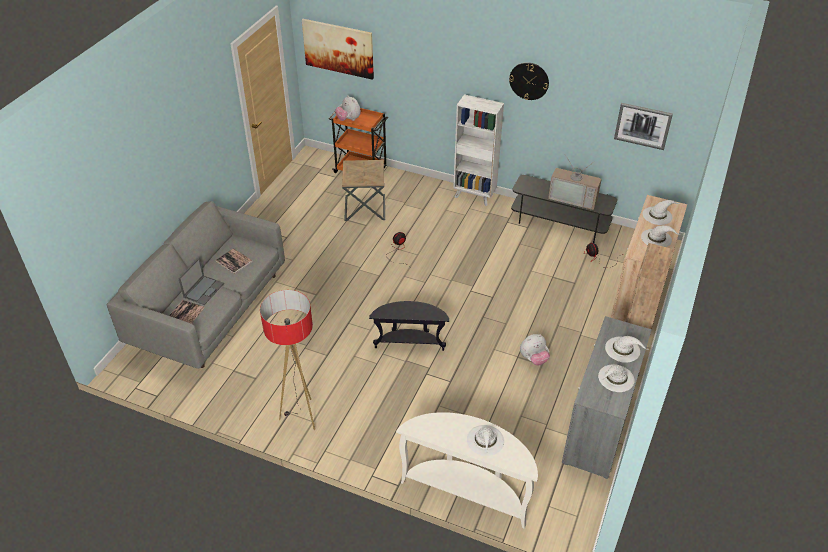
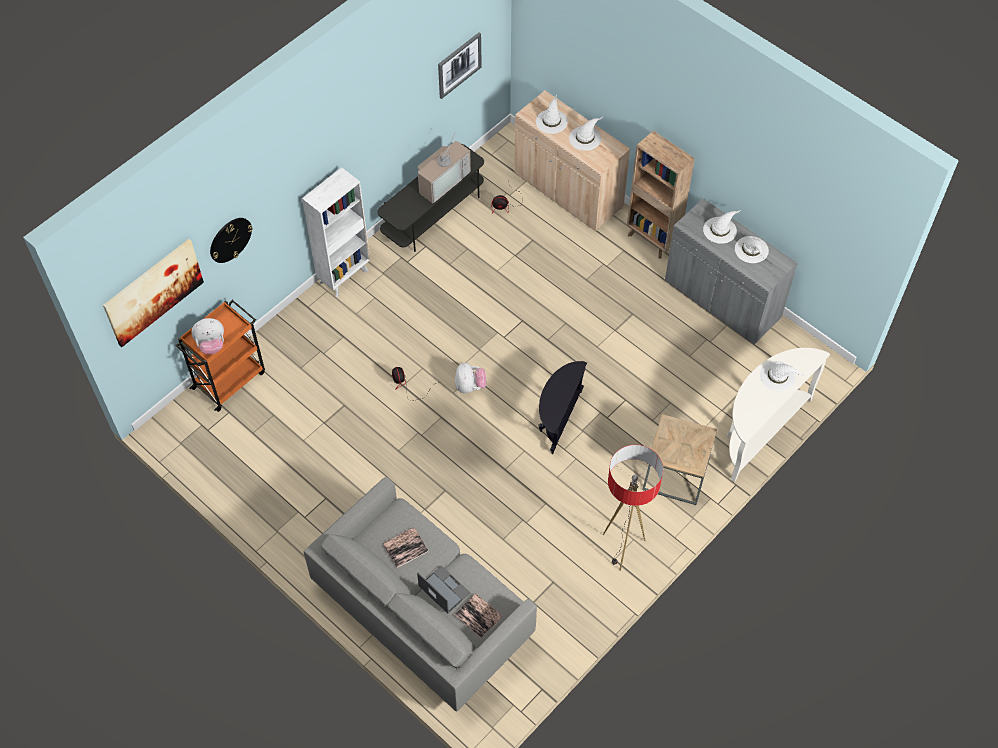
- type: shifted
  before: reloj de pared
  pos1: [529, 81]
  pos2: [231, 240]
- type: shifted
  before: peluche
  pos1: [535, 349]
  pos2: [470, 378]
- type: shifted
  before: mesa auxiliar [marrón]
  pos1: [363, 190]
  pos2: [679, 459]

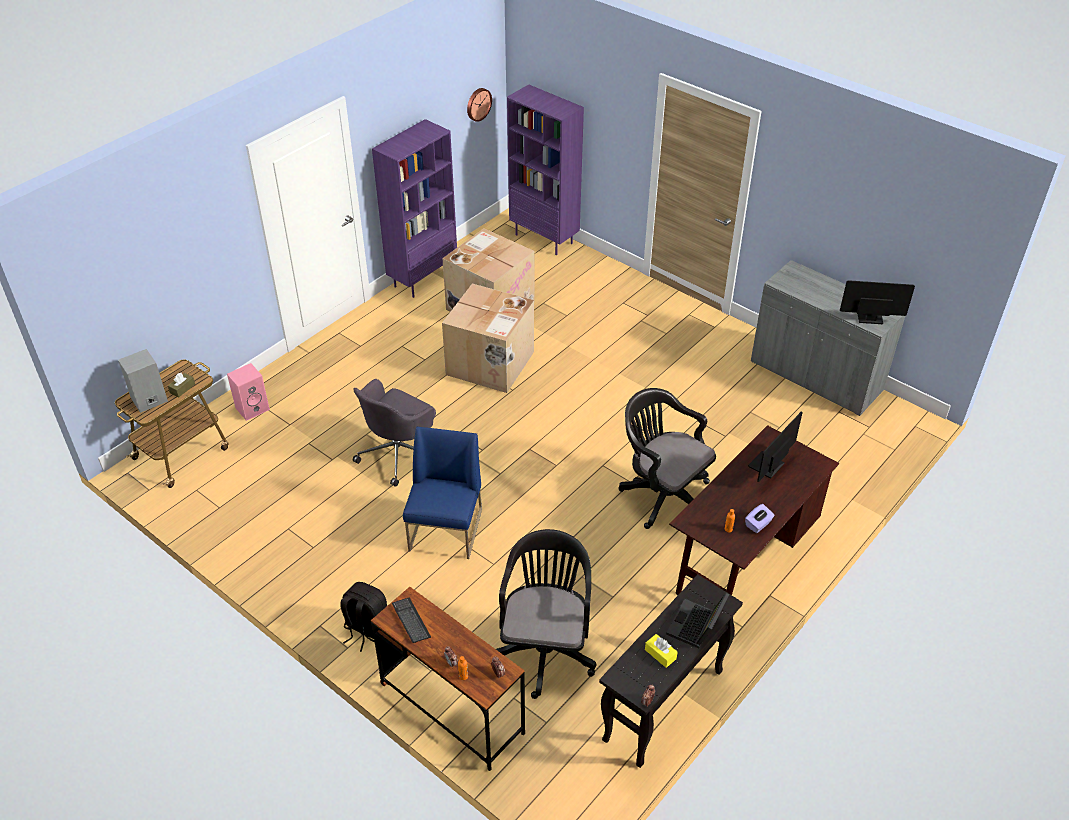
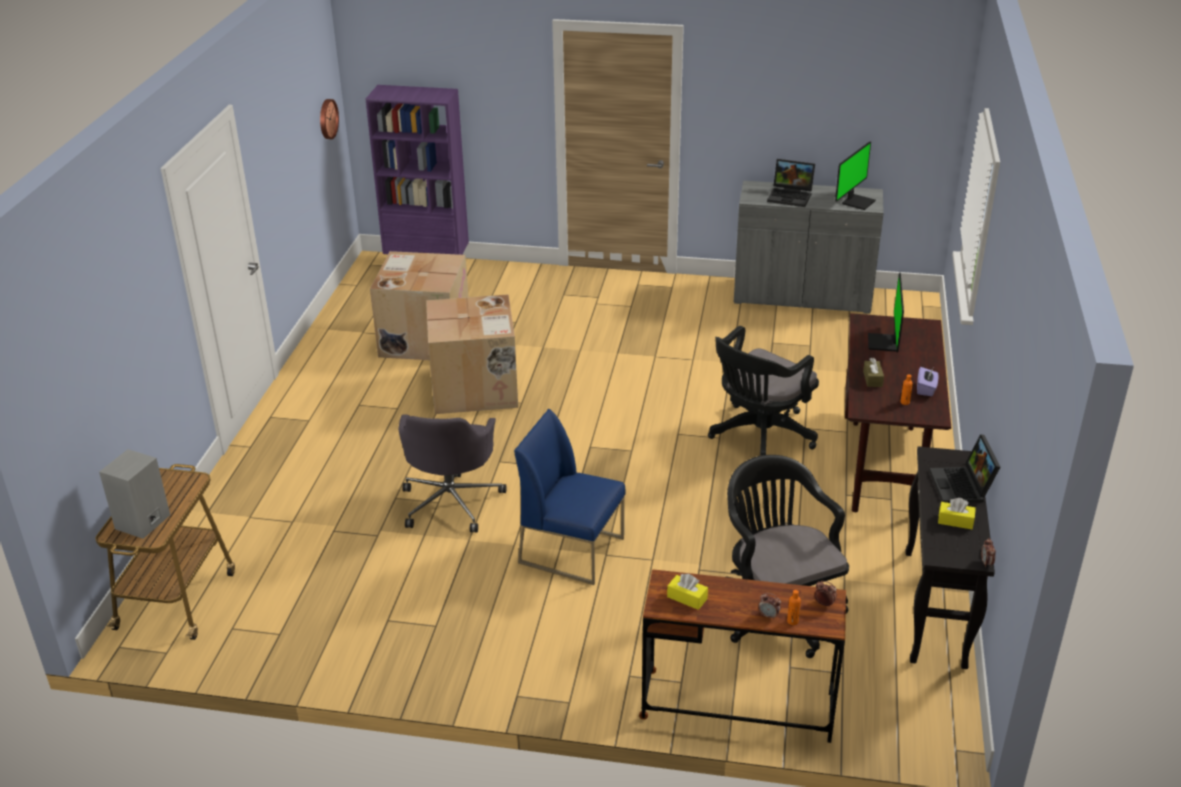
- type: rotated
  before: silla [azul]
  pos1: [442, 492]
  pos2: [569, 497]
  turn: -45
- type: swapped
  before: teclado
  after: caja de pañuelos [amarillo]
  pos1: [411, 620]
  pos2: [687, 592]
- type: rotated
  before: silla de oficina [negro]
  pos1: [667, 458]
  pos2: [763, 391]
  turn: -60
- type: new
  after: portátil
  pos2: [791, 183]
- type: rotated
  before: monitor
  pos1: [877, 302]
  pos2: [855, 175]
  turn: 150
- type: shifted
  before: caja de pañuelos [marrón]
  pos1: [181, 385]
  pos2: [873, 372]
- type: gone
  before: altavoz [rosa]
  pos1: [248, 392]
- type: gone
  before: mochila [negro]
  pos1: [363, 617]
- type: gone
  before: estantería [morado]
  pos1: [414, 208]

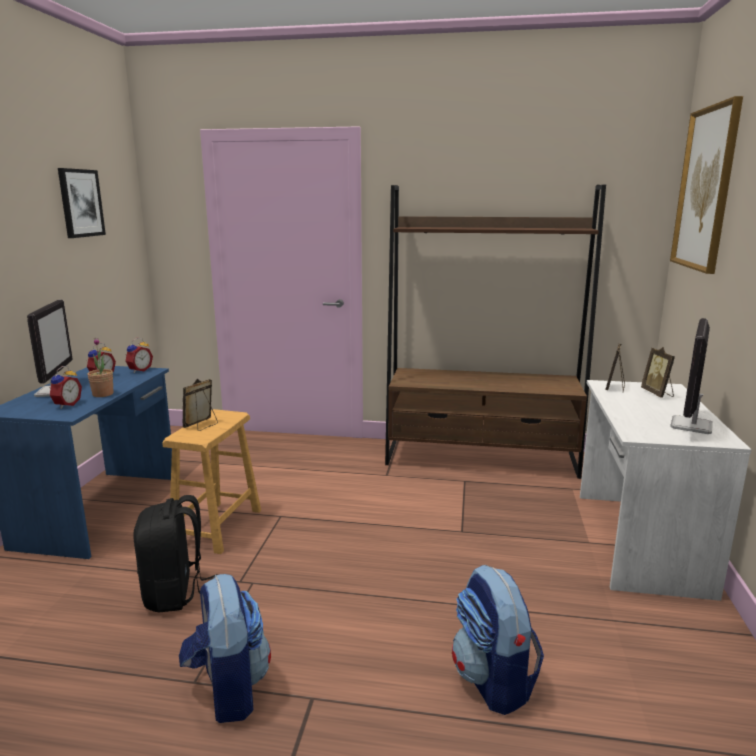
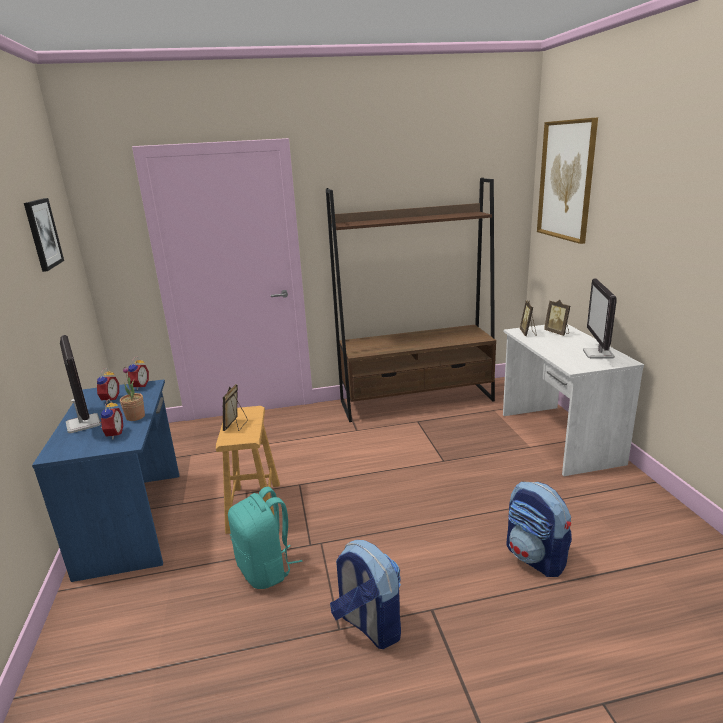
- type: repainted
  before: mochila [negro]
  after: mochila [turquesa]
  pos1: [175, 553]
  pos2: [265, 538]

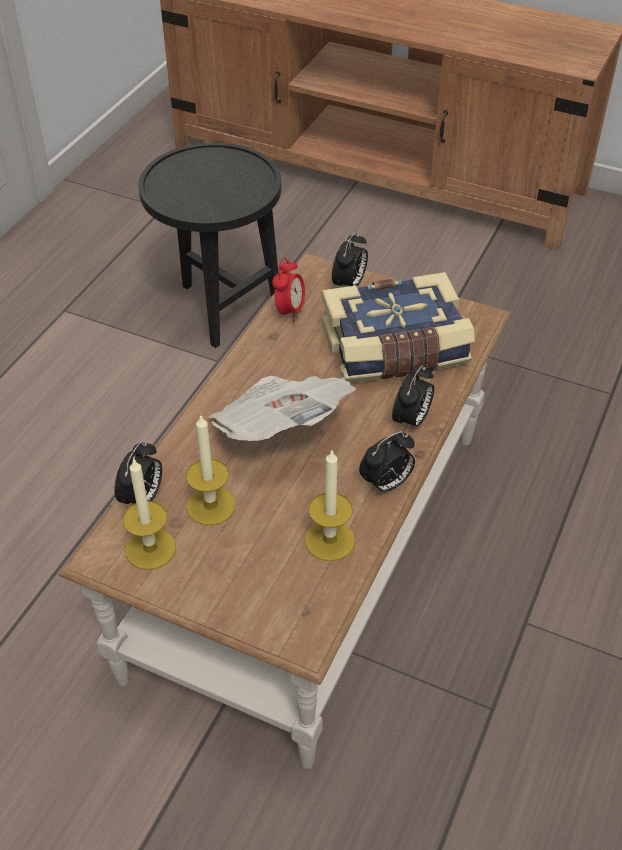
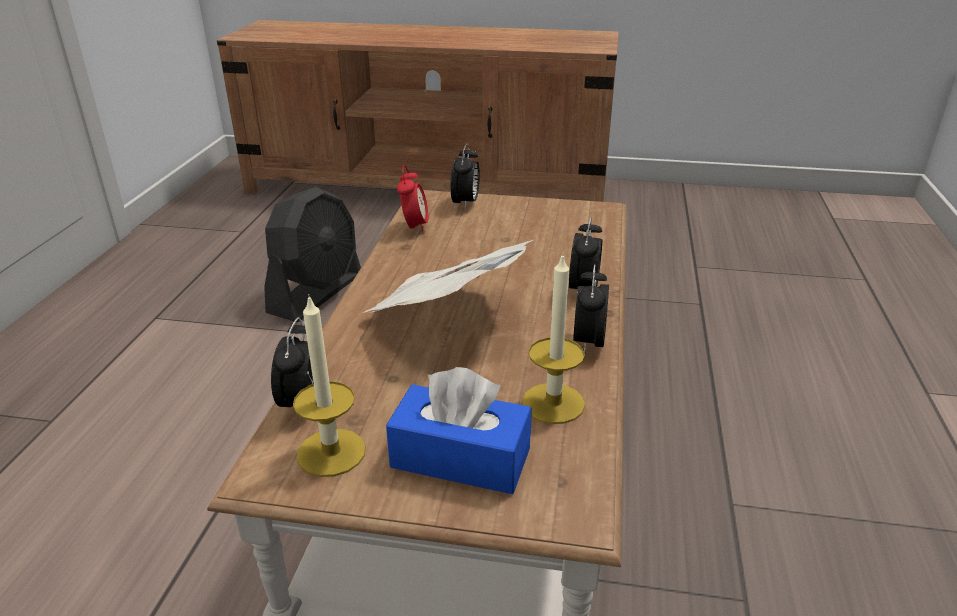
- type: swapped
  before: mesa auxiliar [negro]
  after: ventilador [negro]
  pos1: [209, 245]
  pos2: [312, 254]
- type: new
  after: caja de pañuelos [azul]
  pos2: [459, 430]
- type: rotated
  before: despertador
  pos1: [387, 462]
  pos2: [591, 309]
  turn: 150
- type: gone
  before: vela
  pos1: [210, 470]
- type: gone
  before: libro
  pos1: [398, 327]

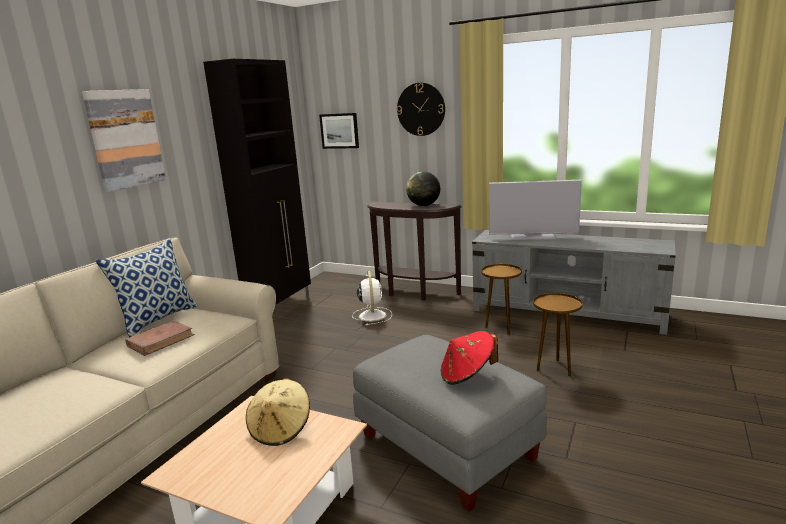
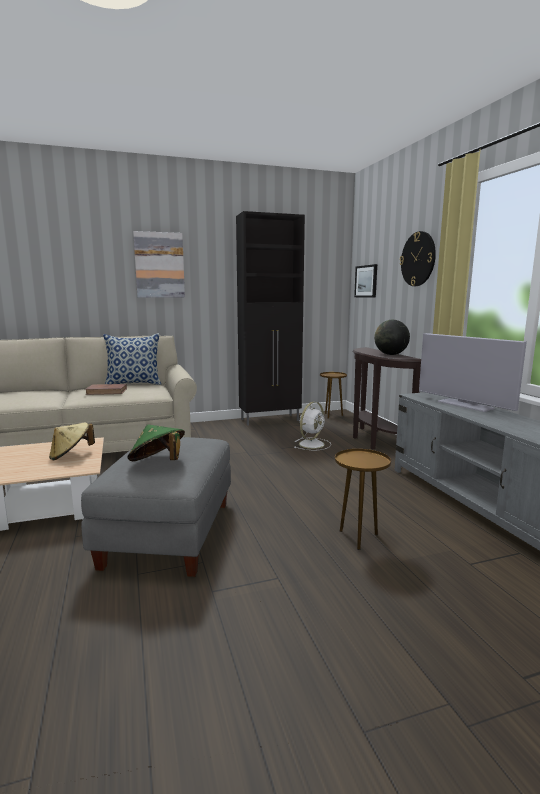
- type: repainted
  before: sombrero [rojo]
  after: sombrero [verde]
  pos1: [469, 358]
  pos2: [156, 442]
- type: shifted
  before: mesa auxiliar [marrón]
  pos1: [501, 299]
  pos2: [333, 395]

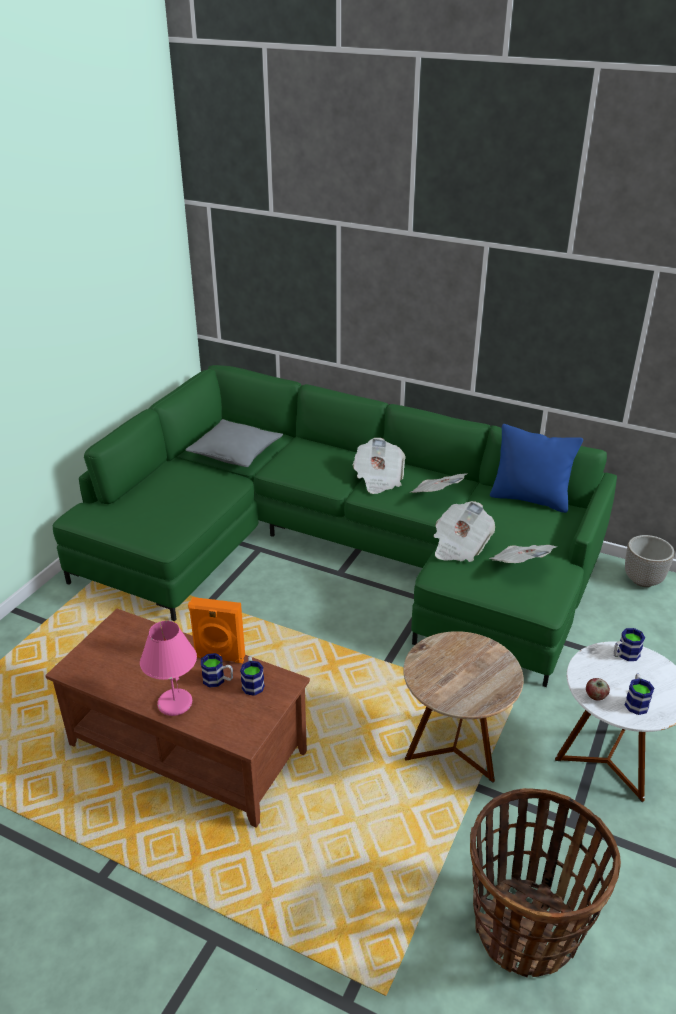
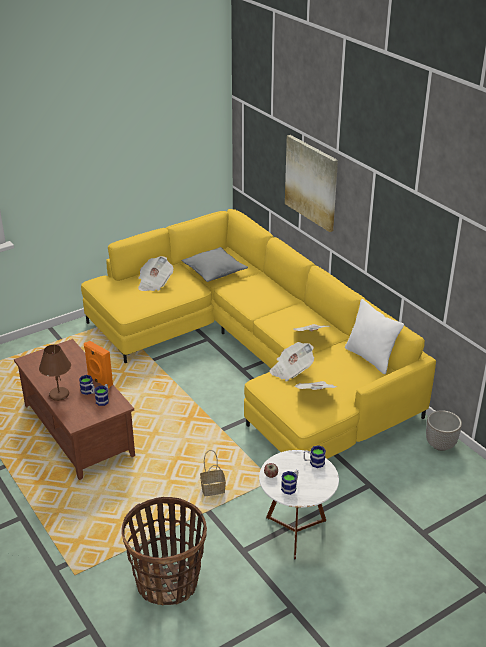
- type: repainted
  before: lámpara de mesa [rosa]
  after: lámpara de mesa [marrón]
  pos1: [168, 668]
  pos2: [55, 373]
- type: repainted
  before: sofá [verde]
  after: sofá [amarillo]
  pos1: [335, 526]
  pos2: [258, 334]
- type: shifted
  before: periódico
  pos1: [379, 466]
  pos2: [155, 273]
- type: swapped
  before: mesa auxiliar [marrón]
  after: cesta
  pos1: [463, 707]
  pos2: [213, 473]
- type: new
  after: cuadro
  pos2: [311, 183]
- type: repainted
  before: cojín [azul]
  after: cojín [blanco]
  pos1: [536, 468]
  pos2: [374, 336]

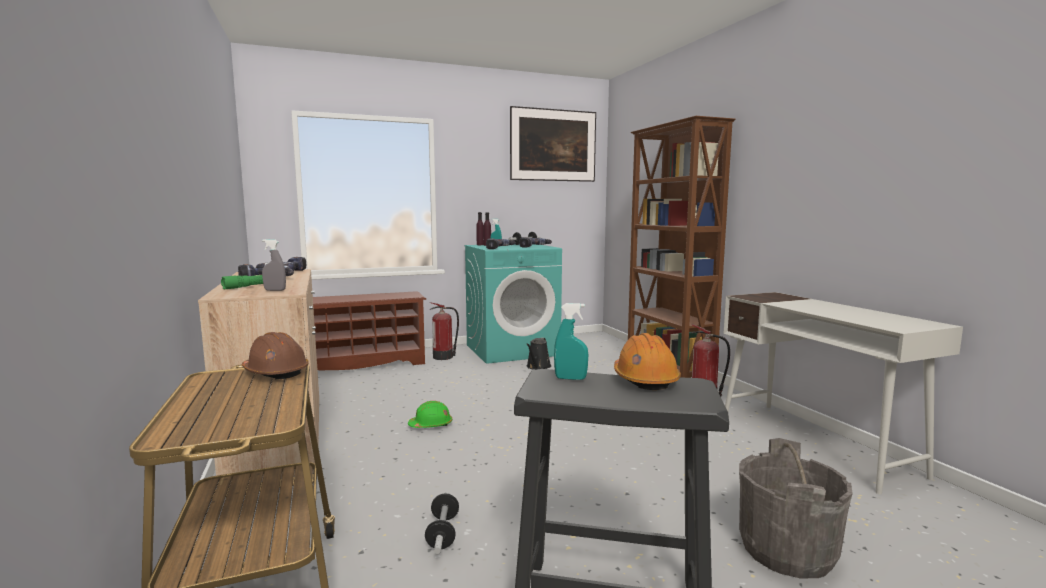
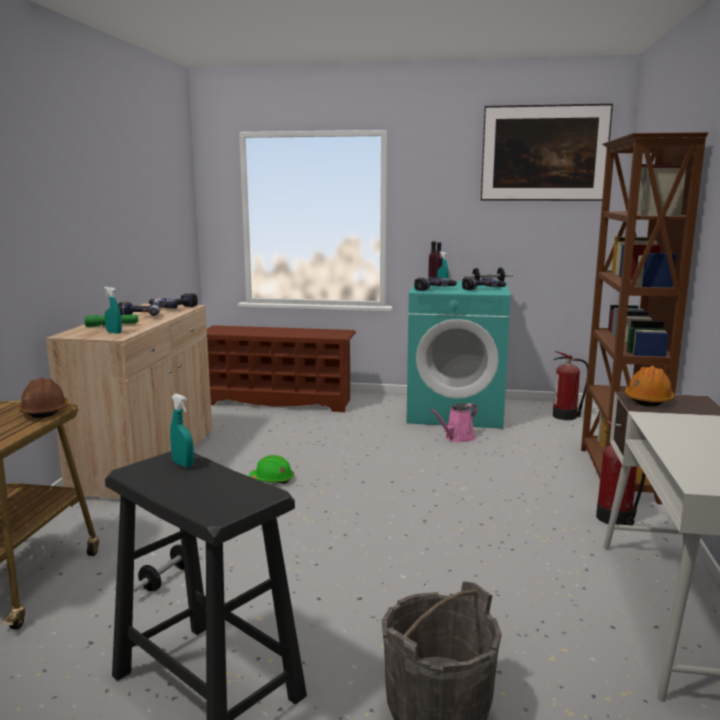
- type: repainted
  before: pulverizador [gris]
  after: pulverizador [turquesa]
  pos1: [274, 265]
  pos2: [113, 310]
- type: repainted
  before: regadera [negro]
  after: regadera [rosa]
  pos1: [538, 354]
  pos2: [453, 422]
- type: shifted
  before: extintor
  pos1: [444, 331]
  pos2: [570, 385]
- type: shifted
  before: casco [naranja]
  pos1: [647, 361]
  pos2: [650, 386]

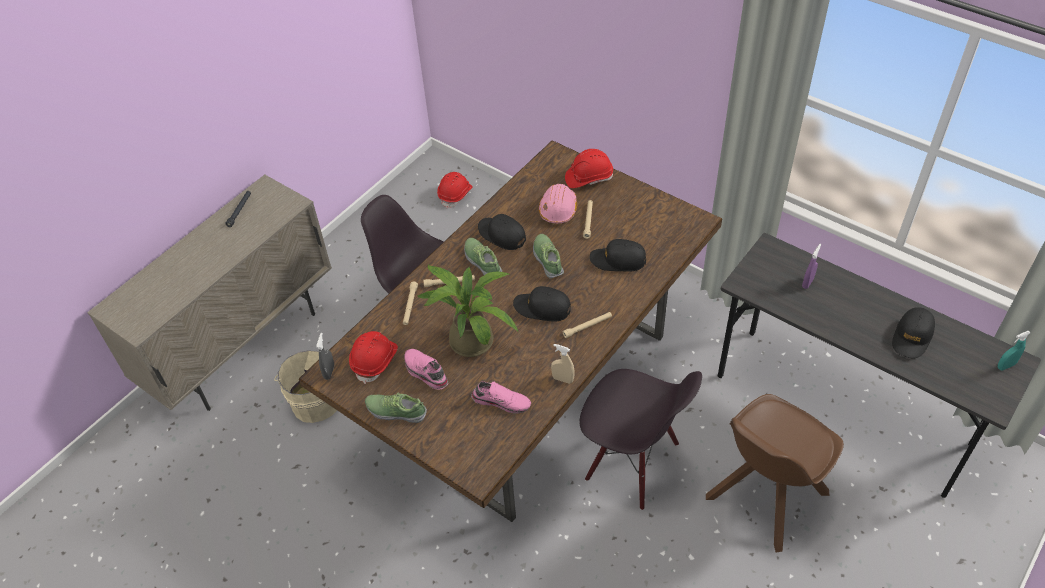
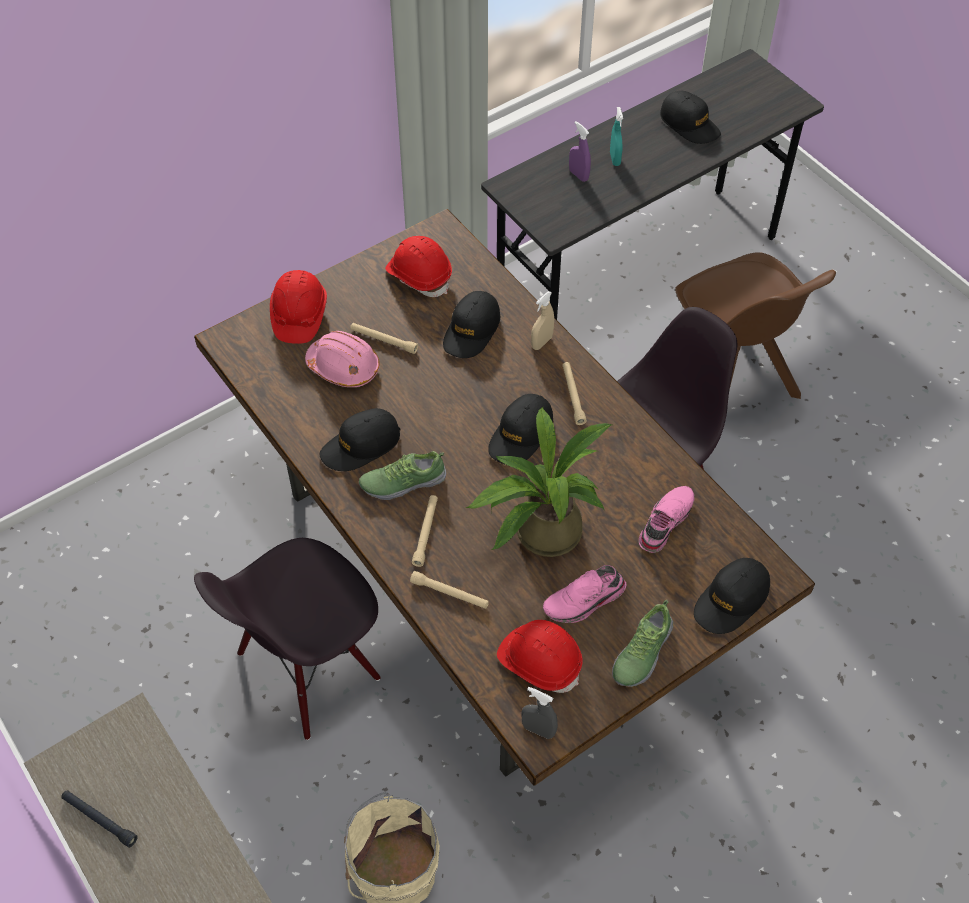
- type: shifted
  before: casco [rojo]
  pos1: [454, 190]
  pos2: [418, 266]
- type: shifted
  before: pulverizador [beis]
  pos1: [563, 364]
  pos2: [542, 320]
- type: shifted
  before: pulverizador [turquesa]
  pos1: [1014, 350]
  pos2: [616, 136]
- type: new
  after: gorra [negro]
  pos2: [732, 596]
- type: gone
  before: zapato
  pos1: [548, 256]

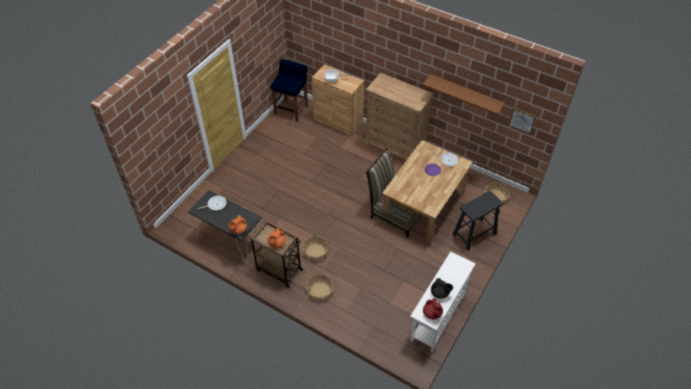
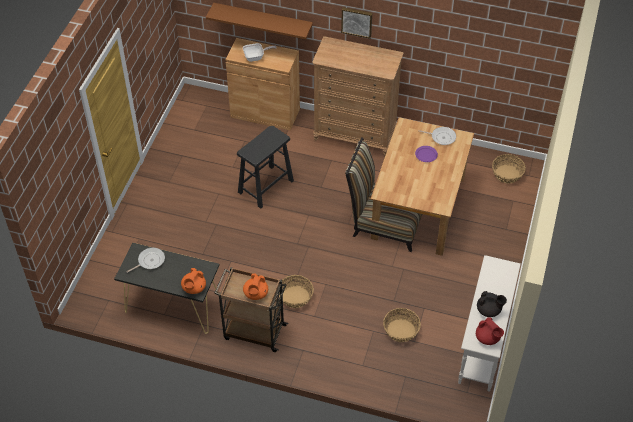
- type: shifted
  before: estante [marrón]
  pos1: [464, 94]
  pos2: [259, 21]
- type: shifted
  before: taburete [negro]
  pos1: [477, 221]
  pos2: [265, 167]
- type: shifted
  before: cuadro
  pos1: [522, 120]
  pos2: [356, 23]
- type: shifted
  before: cesta
  pos1: [319, 287]
  pos2: [402, 325]
- type: gone
  before: taburete [azul]
  pos1: [289, 90]

